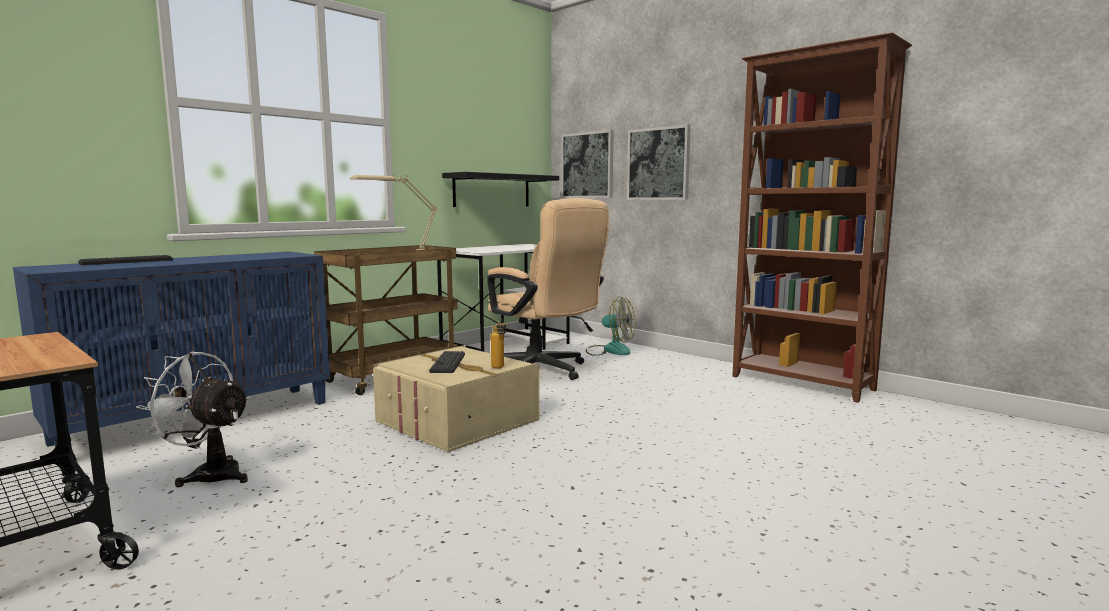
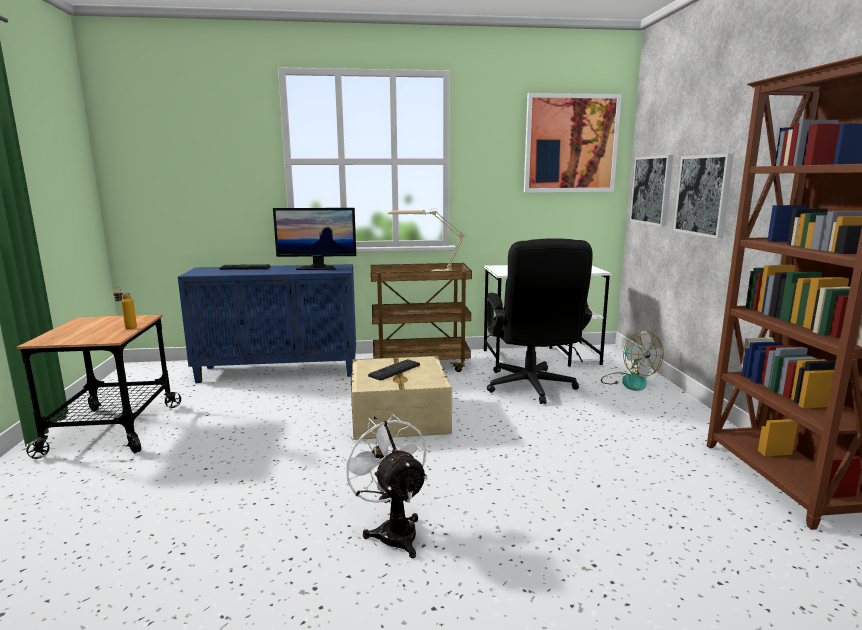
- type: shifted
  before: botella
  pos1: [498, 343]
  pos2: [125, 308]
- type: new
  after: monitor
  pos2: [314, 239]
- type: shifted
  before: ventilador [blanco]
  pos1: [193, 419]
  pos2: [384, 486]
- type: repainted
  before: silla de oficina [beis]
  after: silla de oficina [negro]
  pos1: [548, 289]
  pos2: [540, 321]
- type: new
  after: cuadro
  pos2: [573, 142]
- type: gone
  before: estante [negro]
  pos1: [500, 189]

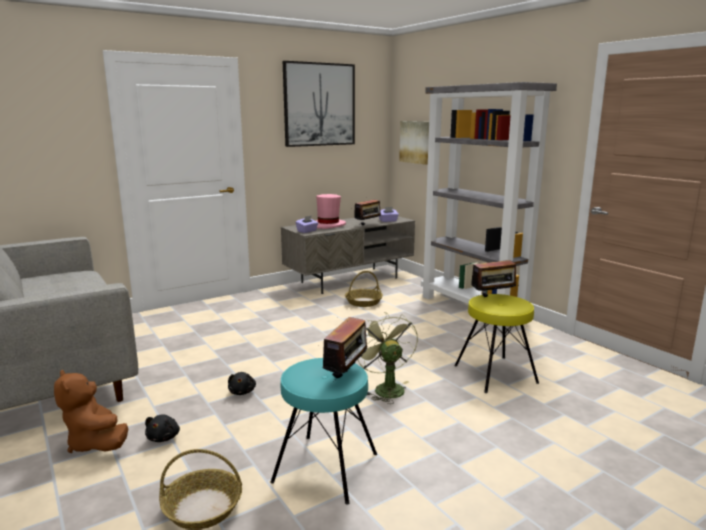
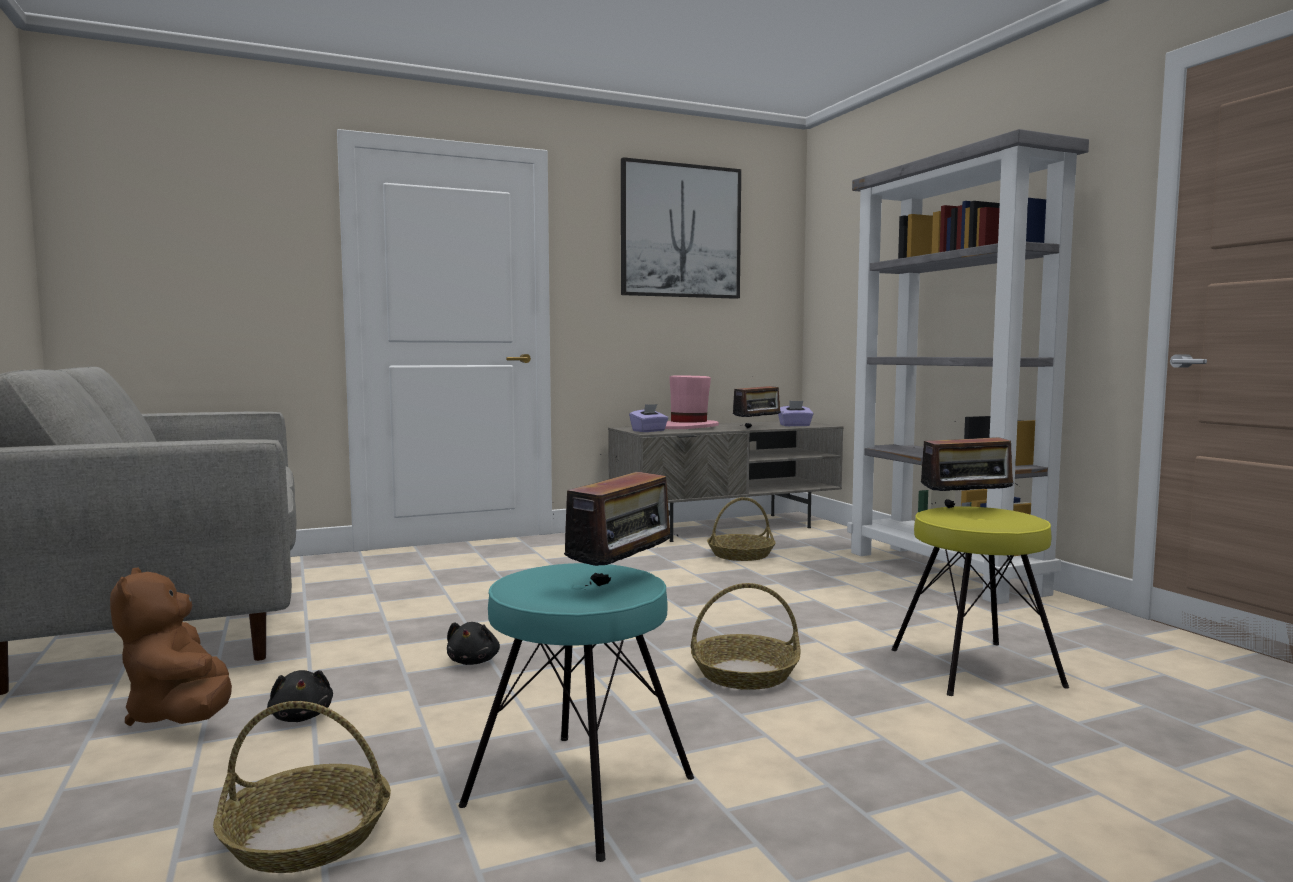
- type: rotated
  before: peluche [negro]
  pos1: [162, 428]
  pos2: [300, 696]
  turn: -45
- type: swapped
  before: ventilador [verde]
  after: cesta
  pos1: [388, 358]
  pos2: [745, 636]
- type: gone
  before: cuadro
  pos1: [414, 142]

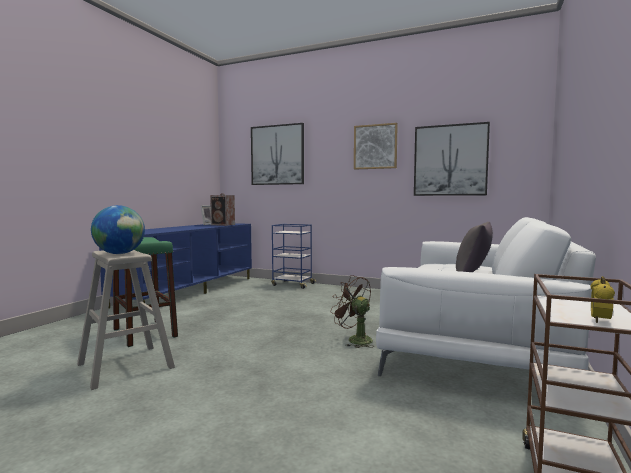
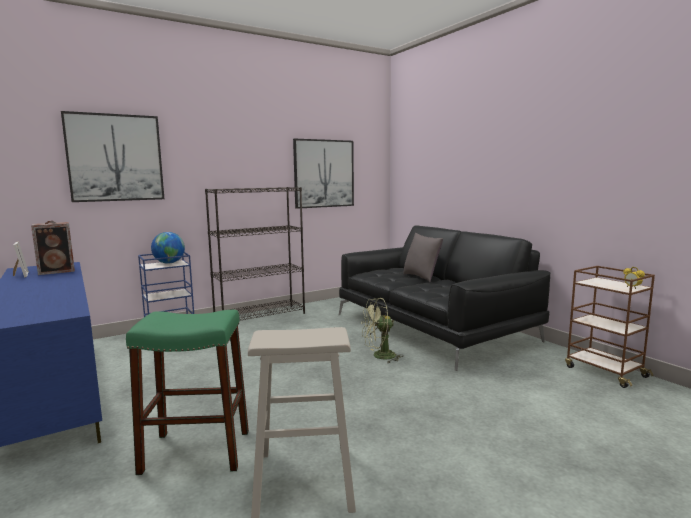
- type: shifted
  before: globo terráqueo
  pos1: [118, 229]
  pos2: [168, 248]
- type: new
  after: estantería [negro]
  pos2: [255, 254]
- type: repainted
  before: sofá [blanco]
  after: sofá [negro]
  pos1: [486, 296]
  pos2: [445, 298]
- type: repainted
  before: ventilador [marrón]
  after: ventilador [verde]
  pos1: [351, 311]
  pos2: [382, 330]
- type: gone
  before: cuadro
  pos1: [376, 146]

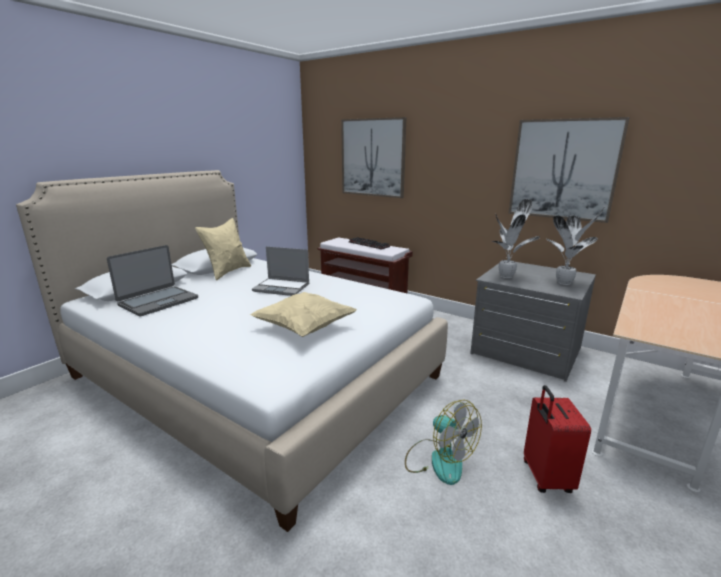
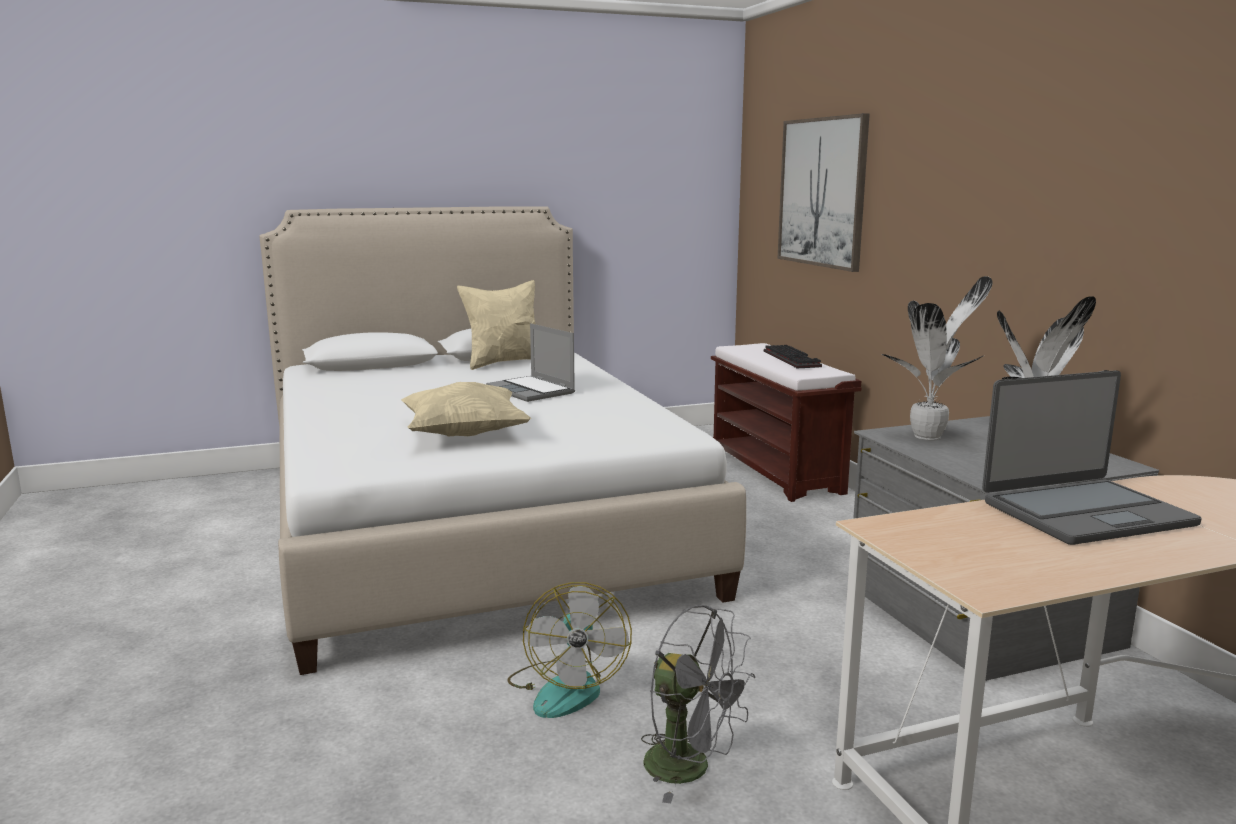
- type: swapped
  before: maleta [rojo]
  after: ventilador [gris]
  pos1: [557, 439]
  pos2: [698, 704]
- type: shifted
  before: portátil
  pos1: [152, 280]
  pos2: [1092, 457]
- type: gone
  before: cuadro
  pos1: [569, 170]

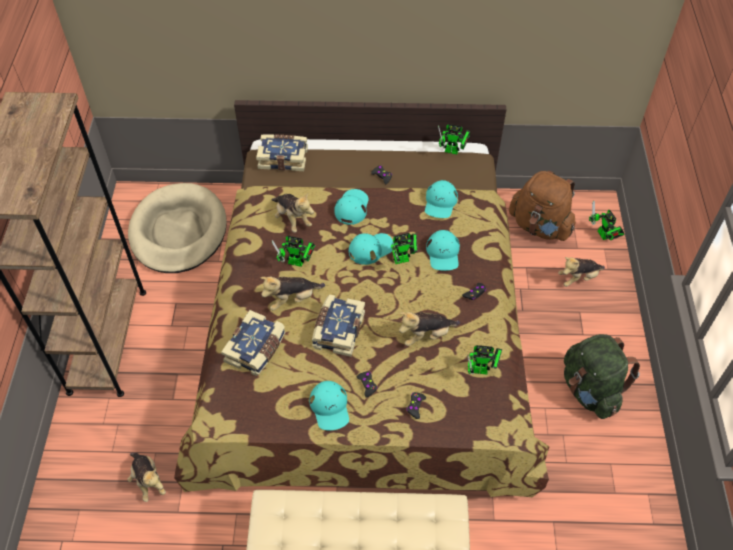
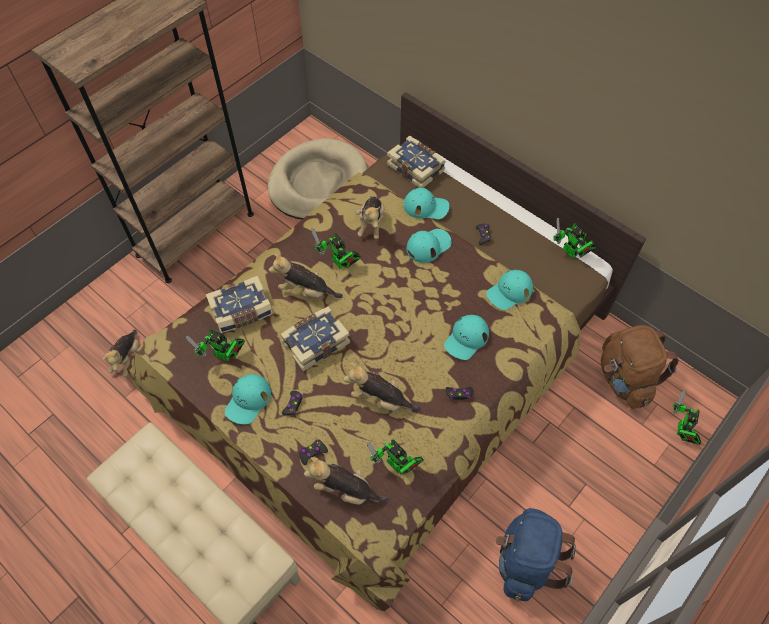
- type: shifted
  before: robot de juguete
  pos1: [404, 248]
  pos2: [215, 346]
- type: shifted
  before: peluche
  pos1: [581, 272]
  pos2: [346, 481]
- type: shifted
  before: gorra [turquesa]
  pos1: [371, 249]
  pos2: [426, 203]
- type: repainted
  before: mochila [verde]
  after: mochila [azul]
  pos1: [602, 376]
  pos2: [536, 554]

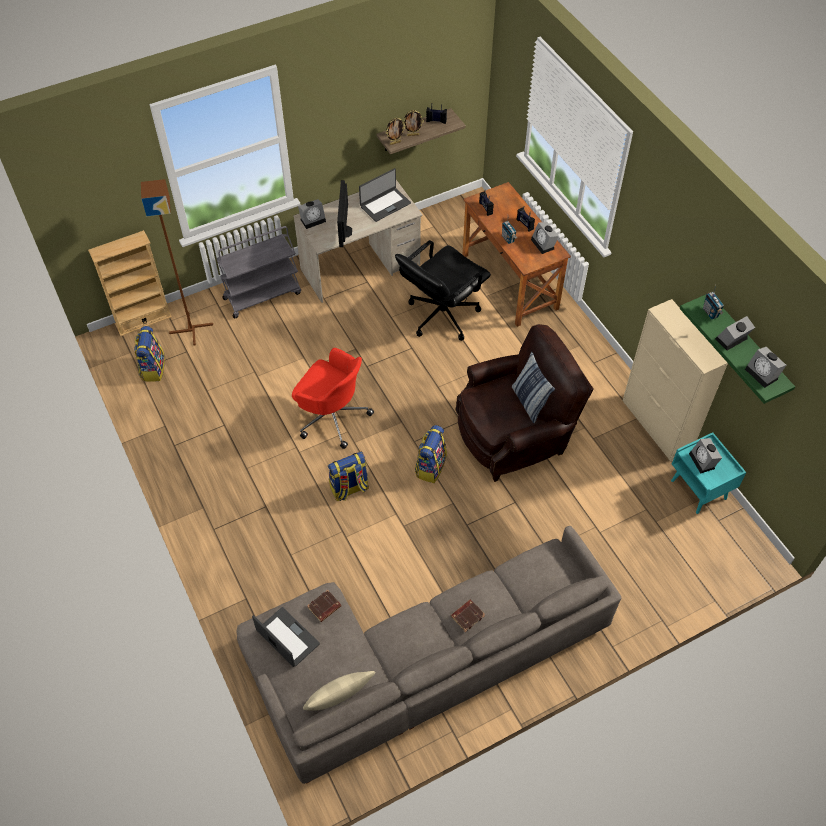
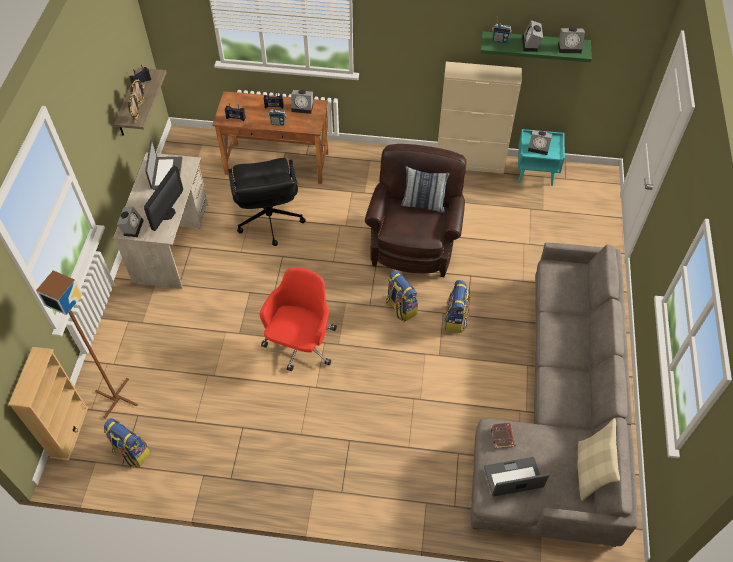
- type: rotated
  before: monitor
  pos1: [344, 213]
  pos2: [163, 198]
  turn: -105
- type: rotated
  before: silla de oficina [rojo]
  pos1: [333, 398]
  pos2: [298, 319]
  turn: -45
- type: shifted
  before: mochila
  pos1: [348, 476]
  pos2: [457, 306]
- type: gone
  before: carrito [gris]
  pos1: [258, 272]
- type: gone
  before: libro [marrón]
  pos1: [468, 616]

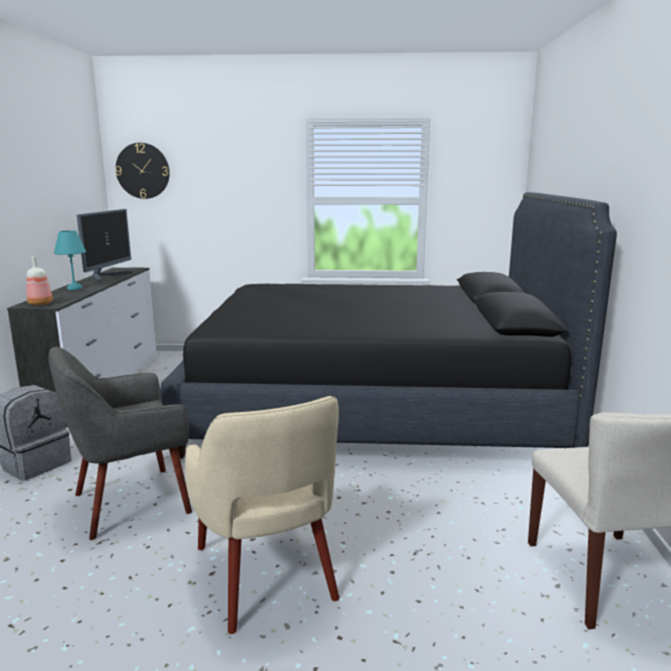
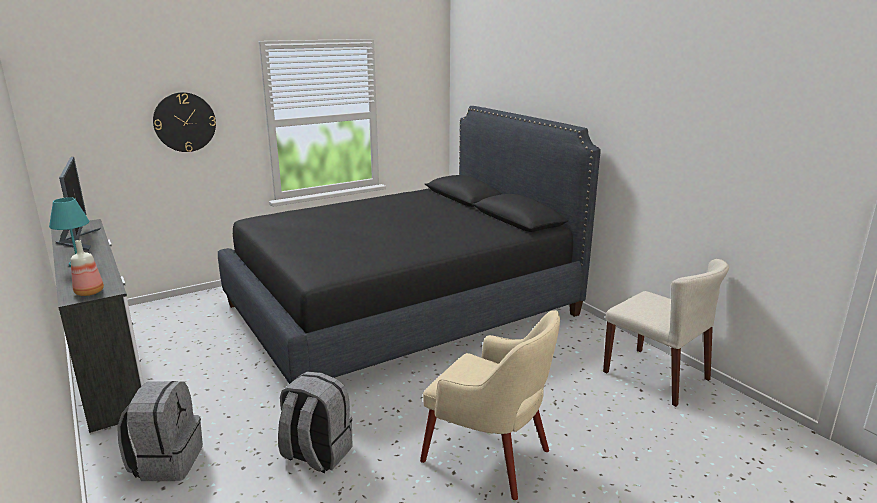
- type: shifted
  before: reloj de pared
  pos1: [142, 171]
  pos2: [184, 122]
- type: swapped
  before: sillón [gris]
  after: mochila [gris]
  pos1: [120, 443]
  pos2: [315, 422]

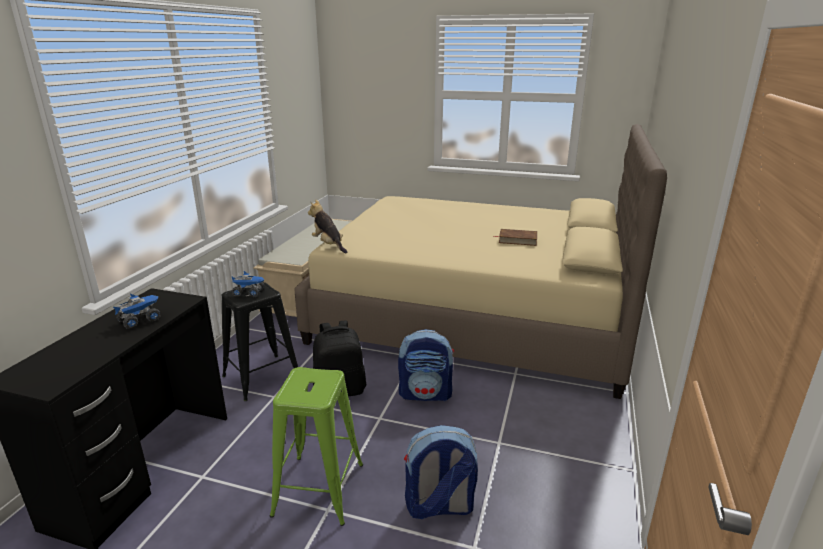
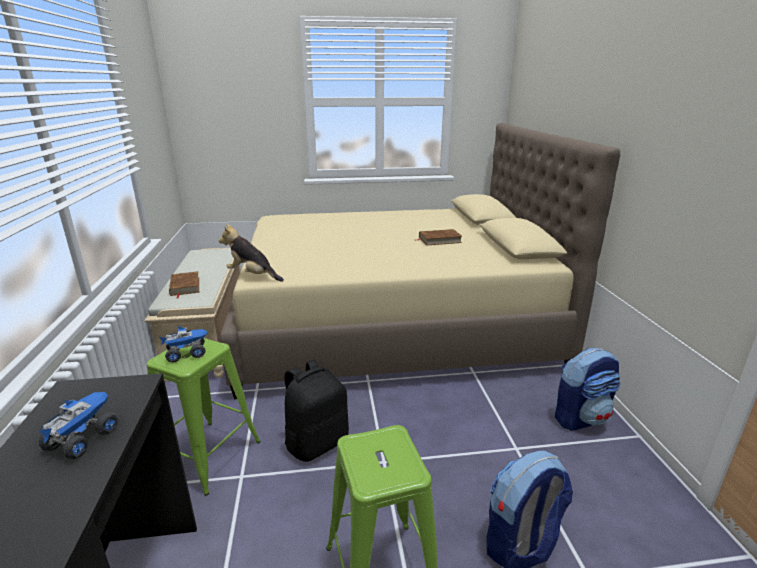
- type: repainted
  before: taburete [negro]
  after: taburete [verde]
  pos1: [260, 341]
  pos2: [204, 417]
- type: new
  after: libro [marrón]
  pos2: [184, 284]
- type: shifted
  before: mochila
  pos1: [426, 365]
  pos2: [588, 389]

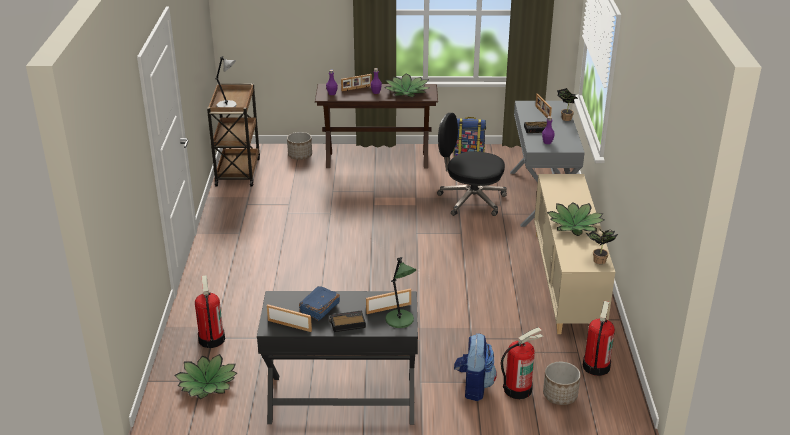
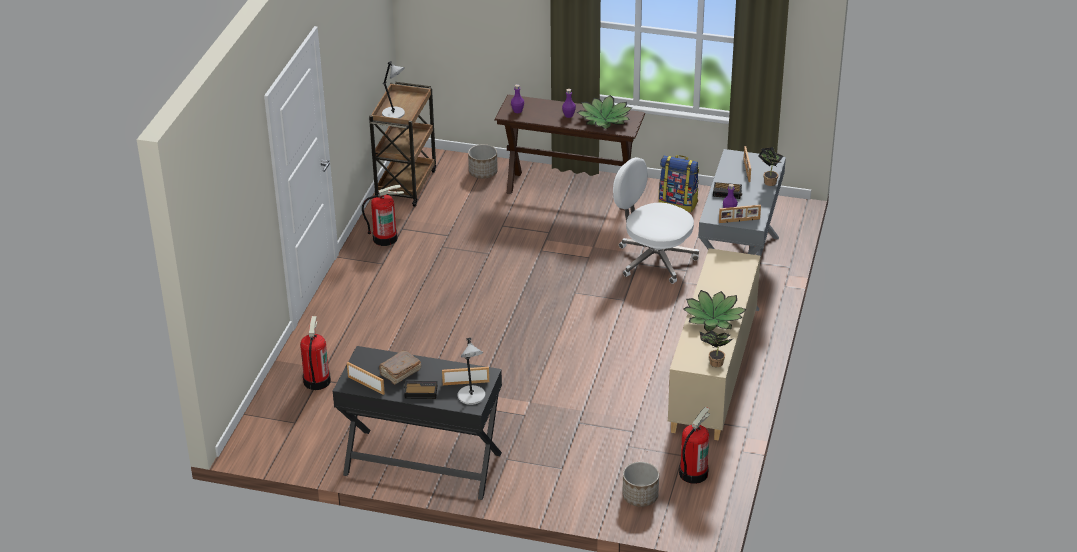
- type: shifted
  before: extintor
  pos1: [522, 363]
  pos2: [383, 215]
- type: repainted
  before: libro [azul]
  after: libro [marrón]
  pos1: [319, 303]
  pos2: [400, 367]
- type: repainted
  before: lámpara de mesa [verde]
  after: lámpara de mesa [gris]
  pos1: [401, 292]
  pos2: [471, 371]
- type: repainted
  before: silla de oficina [negro]
  after: silla de oficina [blanco]
  pos1: [472, 164]
  pos2: [656, 220]
- type: shifted
  before: portarretratos
  pos1: [356, 82]
  pos2: [740, 214]
- type: gone
  before: planta en maceta
  pos1: [206, 376]
- type: gone
  before: mochila
  pos1: [475, 367]

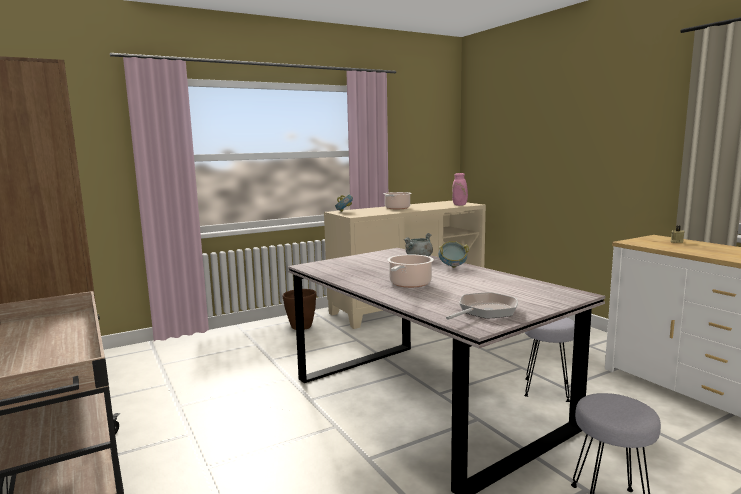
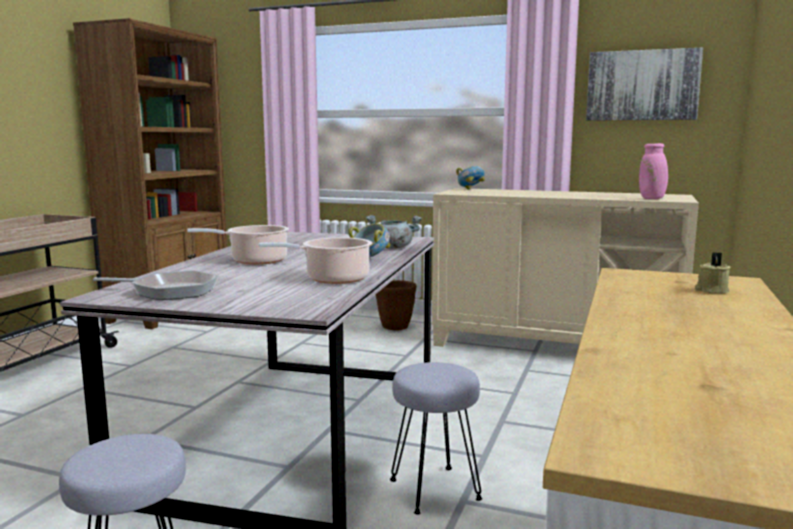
- type: shifted
  before: olla
  pos1: [398, 200]
  pos2: [315, 260]
- type: new
  after: cuadro
  pos2: [644, 84]

